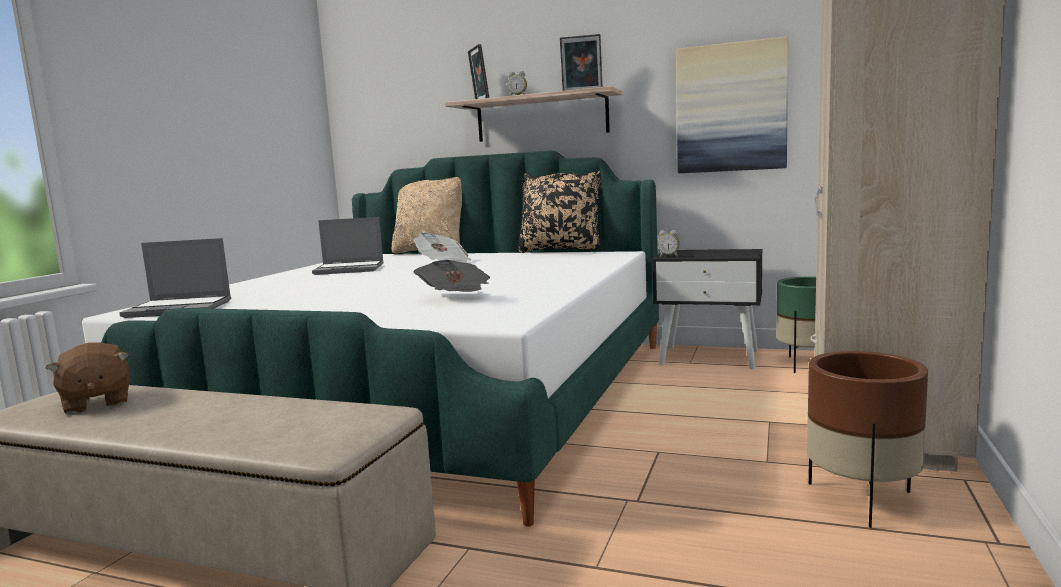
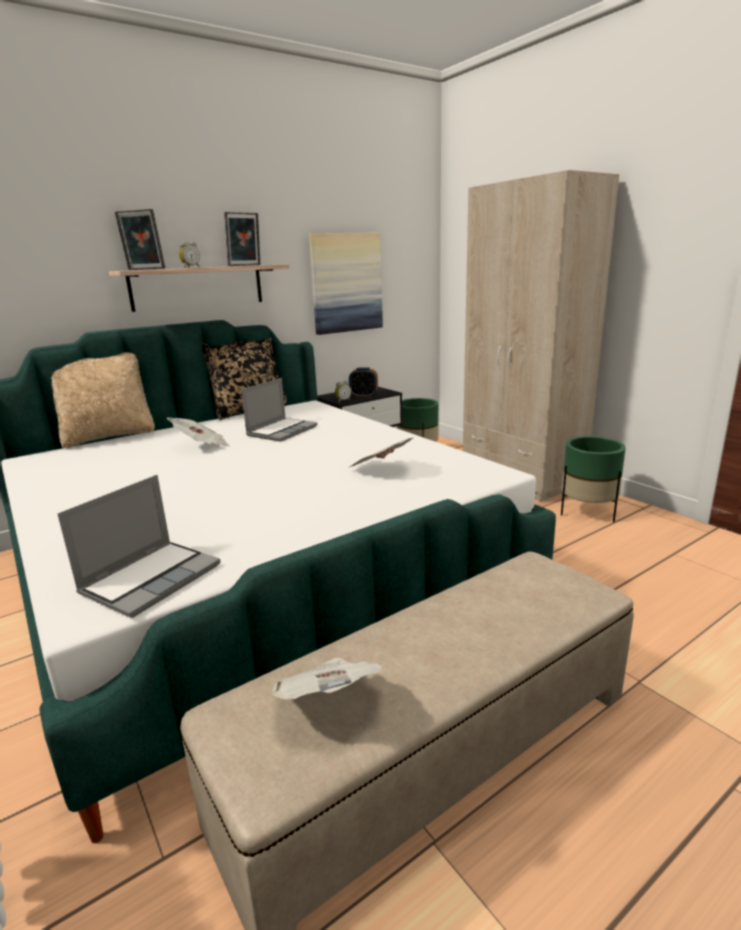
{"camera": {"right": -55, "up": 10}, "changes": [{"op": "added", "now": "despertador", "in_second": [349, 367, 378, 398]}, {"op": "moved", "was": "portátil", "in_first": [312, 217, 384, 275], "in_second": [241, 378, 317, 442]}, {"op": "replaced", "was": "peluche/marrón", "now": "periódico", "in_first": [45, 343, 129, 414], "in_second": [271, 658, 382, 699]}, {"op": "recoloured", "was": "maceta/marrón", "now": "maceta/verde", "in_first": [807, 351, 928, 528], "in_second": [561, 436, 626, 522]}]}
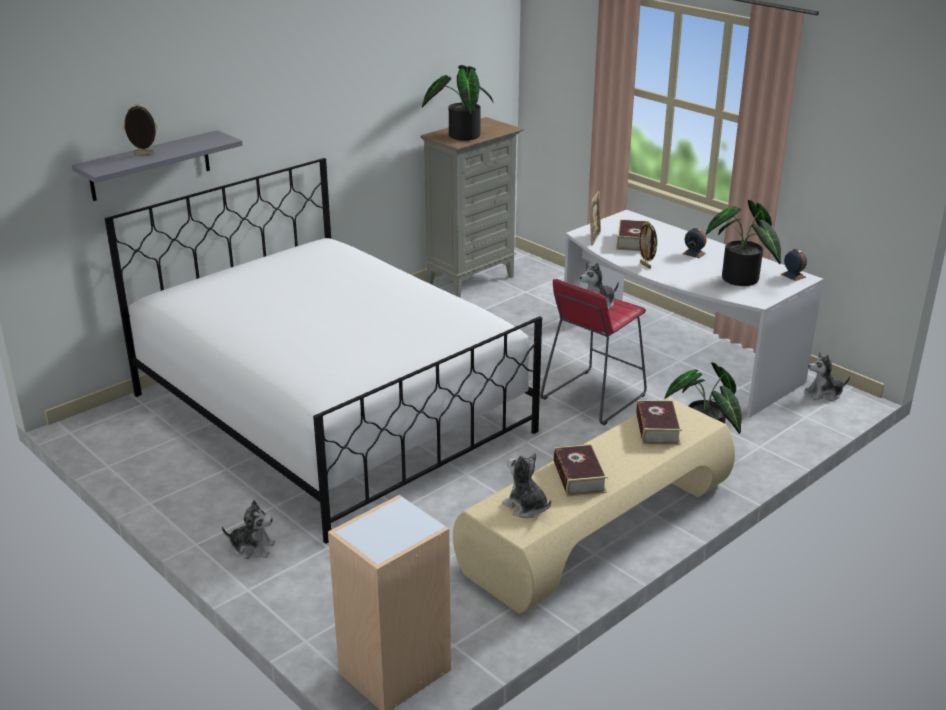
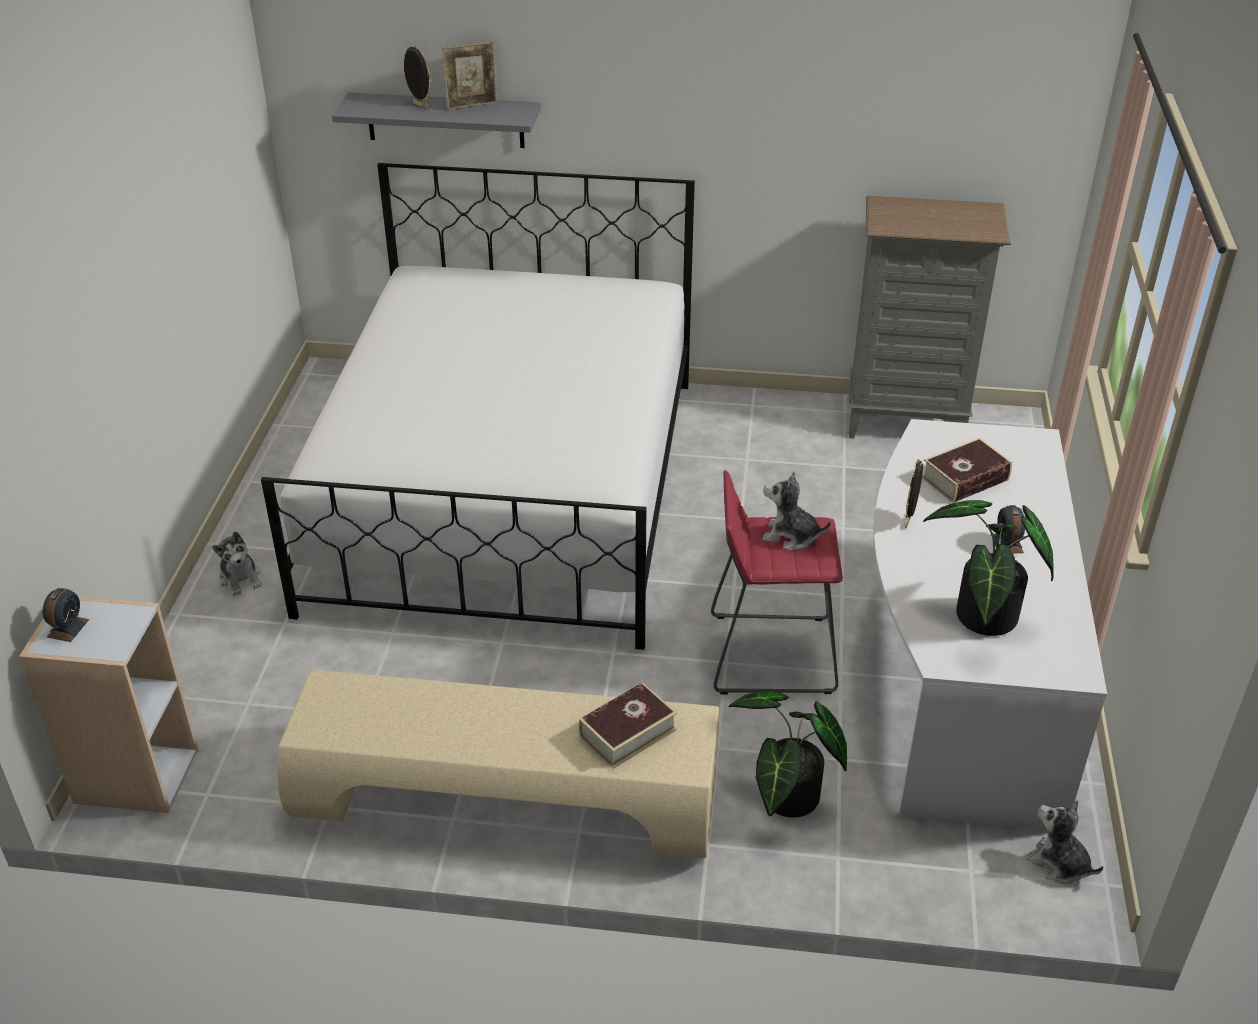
{"camera": {"right": 50, "up": 10}, "changes": [{"op": "removed", "was": "planta en maceta", "in_first": [422, 65, 494, 140]}, {"op": "removed", "was": "peluche", "in_first": [502, 453, 551, 518]}, {"op": "removed", "was": "libro", "in_first": [554, 444, 608, 496]}, {"op": "moved", "was": "portarretratos", "in_first": [590, 191, 601, 245], "in_second": [442, 41, 498, 110]}, {"op": "moved", "was": "despertador", "in_first": [781, 249, 807, 281], "in_second": [43, 588, 89, 642]}]}
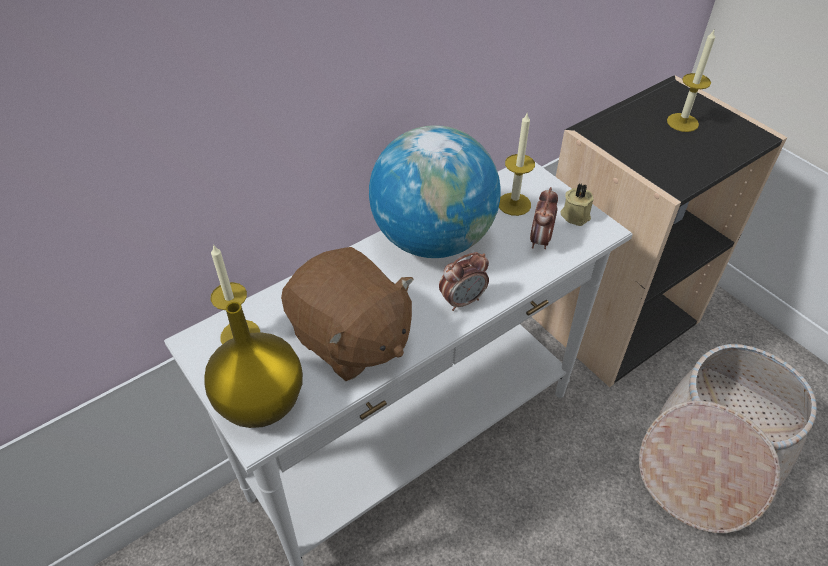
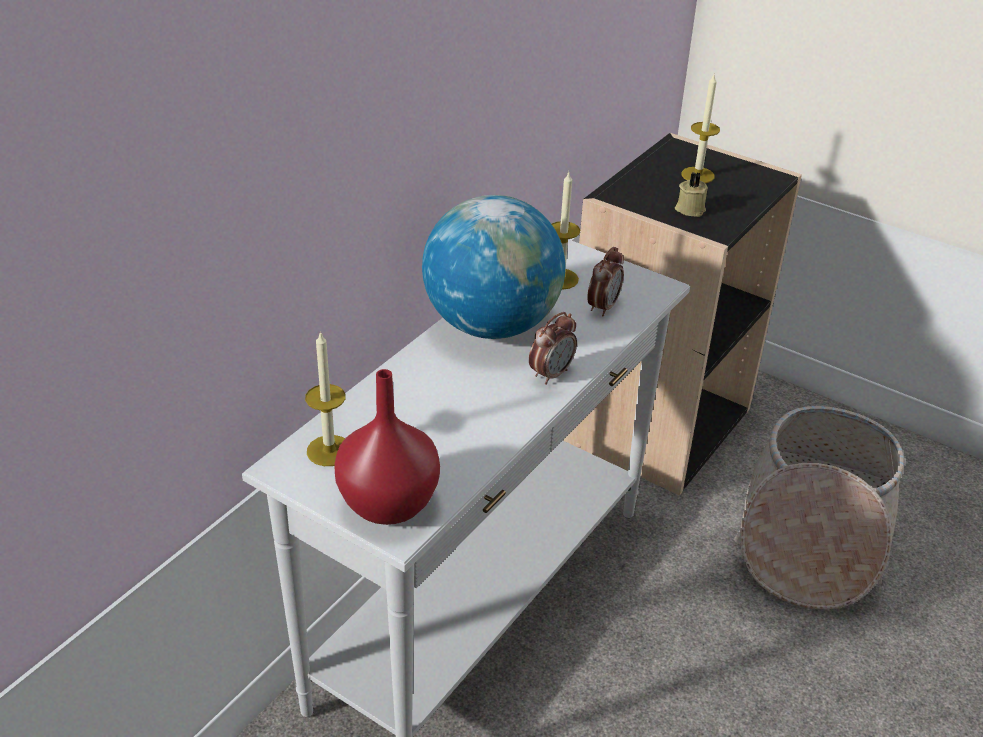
{"camera": {"right": -20, "up": -10}, "changes": [{"op": "removed", "was": "peluche/marrón", "in_first": [281, 247, 413, 381]}, {"op": "moved", "was": "vela/beis", "in_first": [560, 183, 593, 226], "in_second": [675, 172, 708, 217]}, {"op": "recoloured", "was": "florero/amarillo", "now": "florero/rojo", "in_first": [204, 302, 303, 428], "in_second": [334, 369, 440, 525]}, {"op": "turned", "was": "despertador", "in_first": [530, 187, 558, 249], "in_second": [587, 247, 624, 317], "clockwise": -150}]}
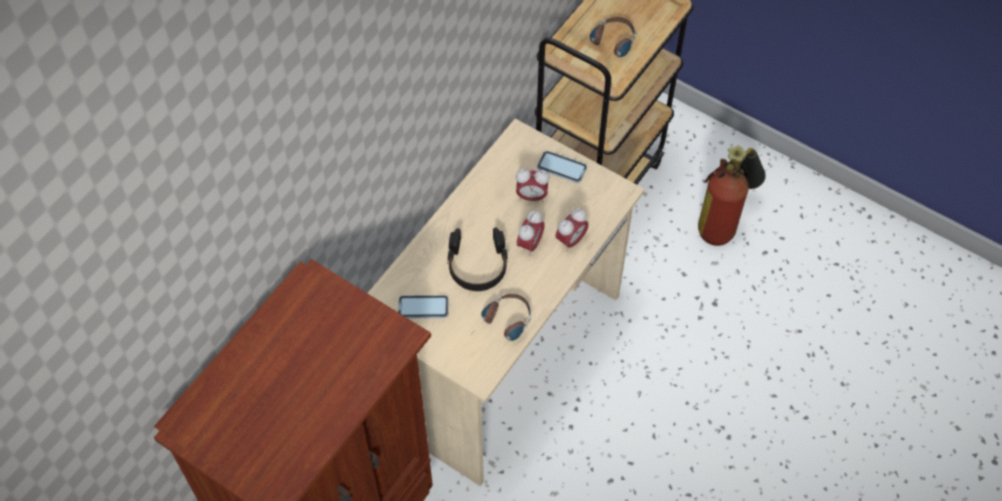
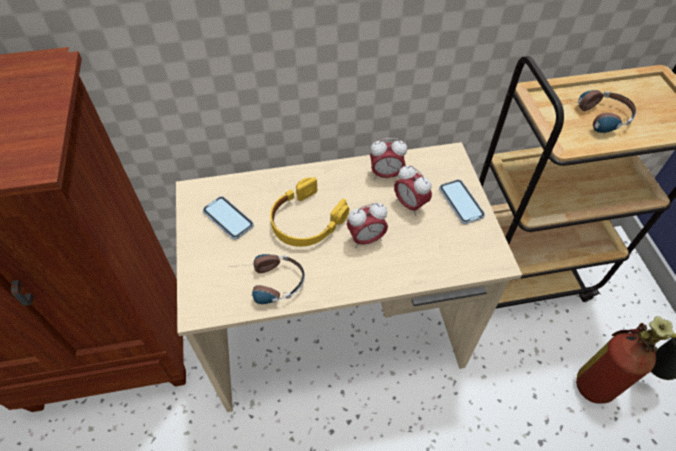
{"camera": {"right": 45, "up": -5}, "changes": [{"op": "moved", "was": "despertador", "in_first": [555, 208, 589, 252], "in_second": [370, 138, 407, 180]}, {"op": "recoloured", "was": "auriculares/negro", "now": "auriculares/amarillo", "in_first": [447, 227, 507, 291], "in_second": [270, 177, 349, 247]}]}
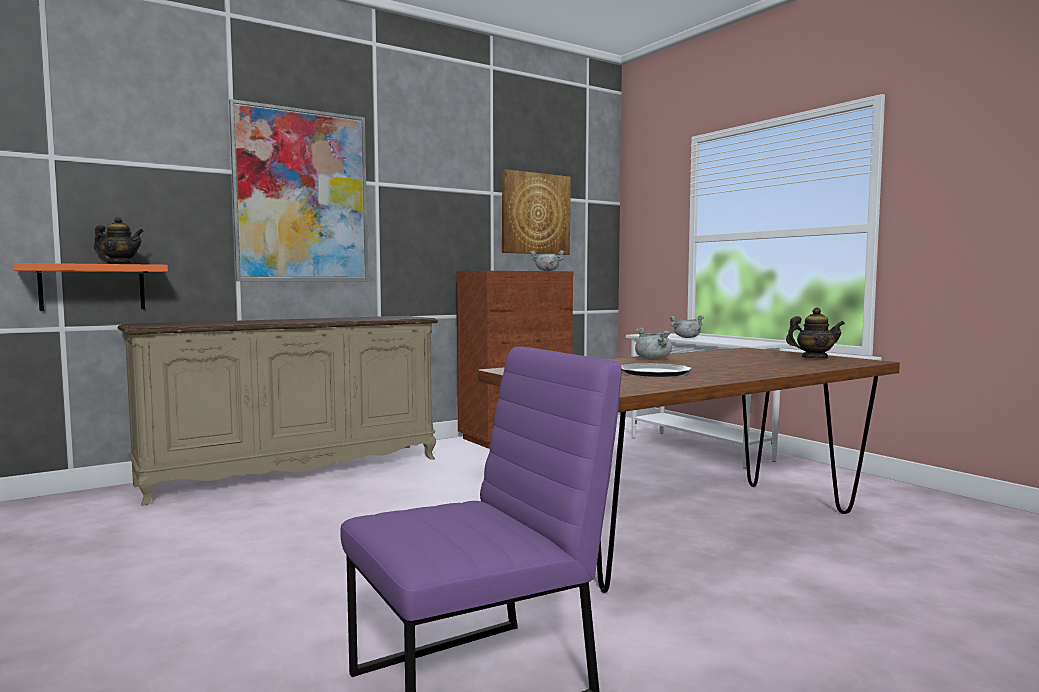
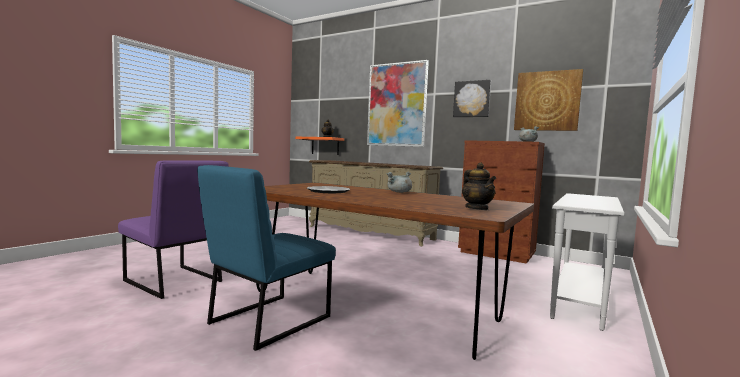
{"camera": {"right": 65, "up": 0}, "changes": [{"op": "removed", "was": "olla/gris", "in_first": [669, 315, 704, 338]}, {"op": "added", "now": "silla/azul", "in_second": [197, 165, 336, 351]}, {"op": "added", "now": "cuadro", "in_second": [453, 80, 491, 117]}]}
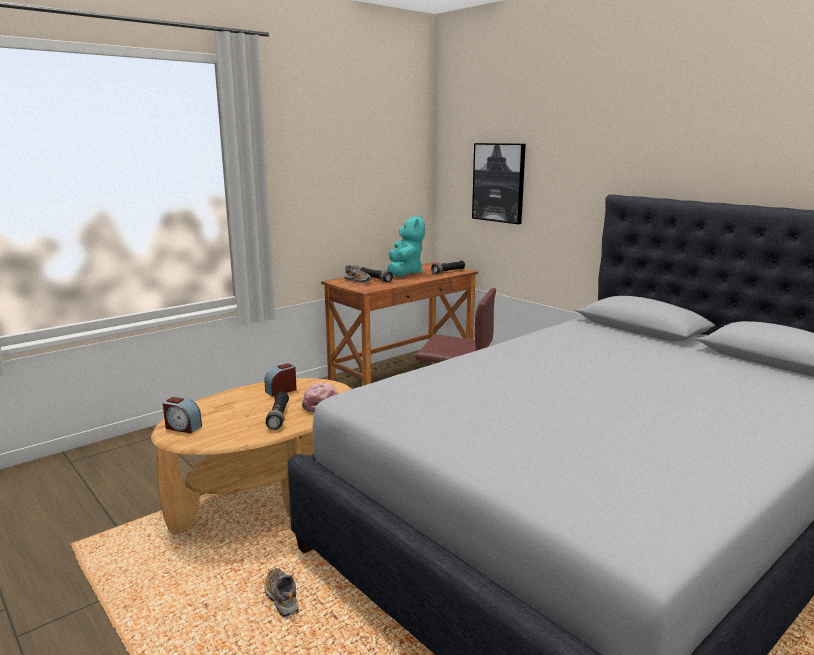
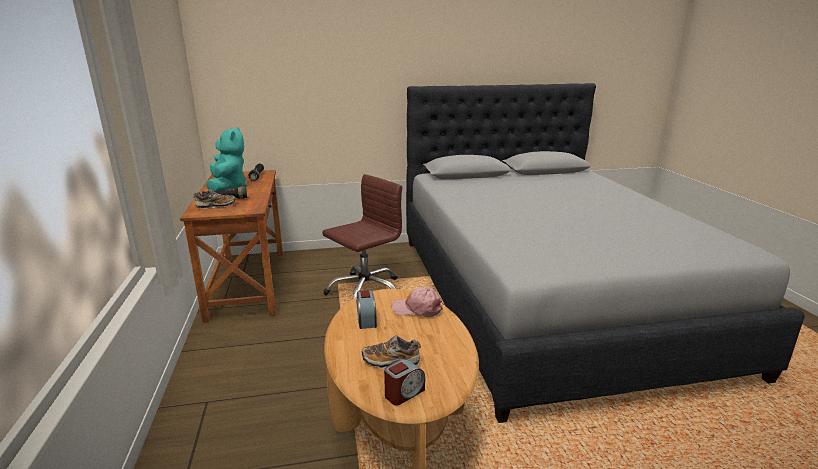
{"camera": {"right": -60, "up": 5}, "changes": [{"op": "removed", "was": "linterna/negro", "in_first": [266, 392, 289, 430]}, {"op": "removed", "was": "cuadro", "in_first": [472, 143, 526, 224]}, {"op": "moved", "was": "zapato", "in_first": [264, 568, 299, 618], "in_second": [362, 335, 421, 369]}, {"op": "turned", "was": "peluche/turquesa", "in_first": [387, 215, 425, 277], "in_second": [206, 127, 247, 191], "clockwise": 45}]}
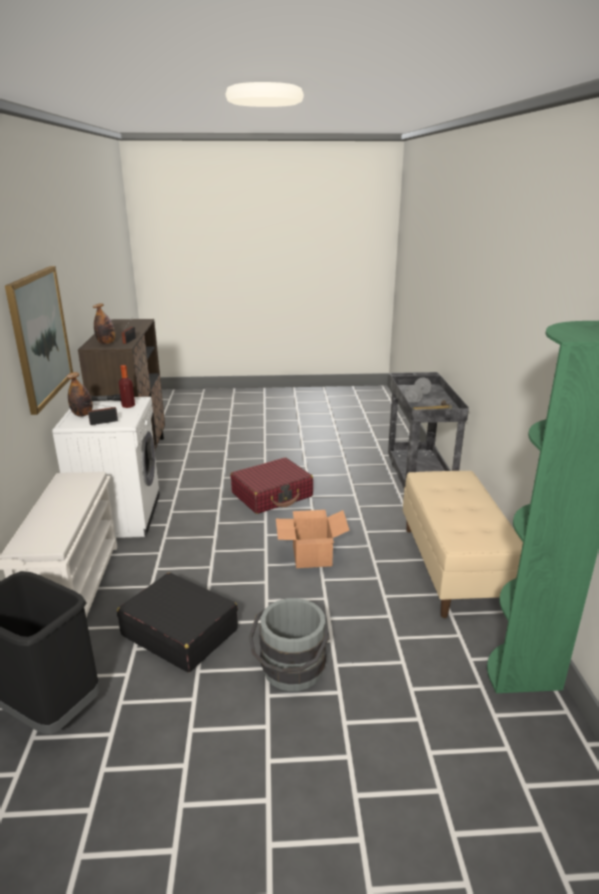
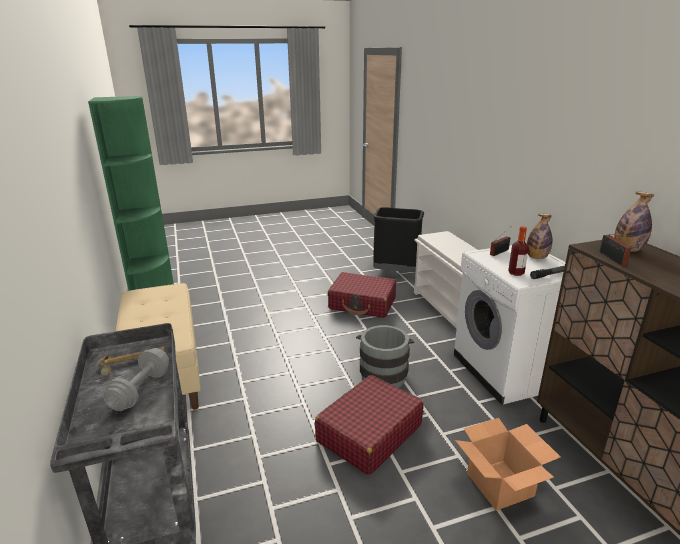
{"camera": {"right": 165, "up": 0}, "changes": [{"op": "removed", "was": "cuadro", "in_first": [5, 266, 73, 415]}, {"op": "moved", "was": "cubo/gris", "in_first": [249, 598, 329, 691], "in_second": [356, 325, 414, 388]}, {"op": "moved", "was": "caja de cartón", "in_first": [276, 510, 350, 568], "in_second": [455, 418, 560, 511]}, {"op": "recoloured", "was": "maleta/negro", "now": "maleta/rojo", "in_first": [117, 573, 238, 672], "in_second": [328, 272, 396, 318]}]}
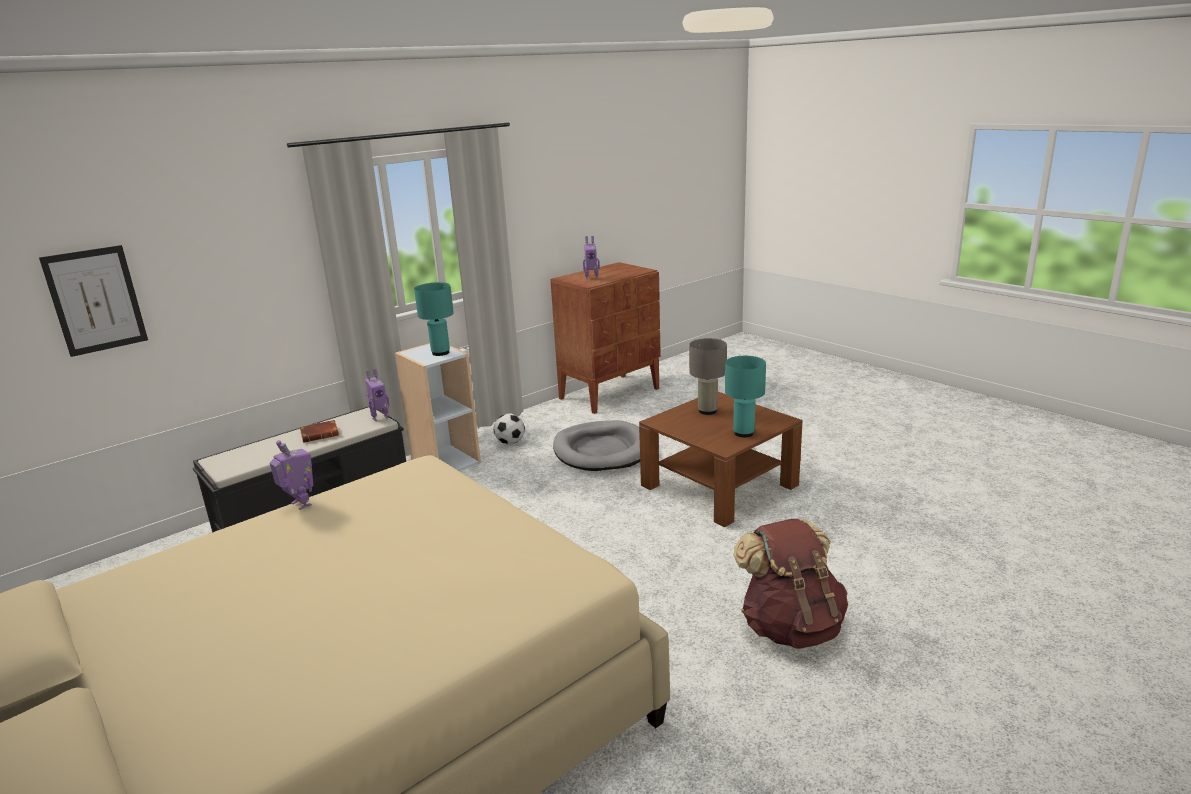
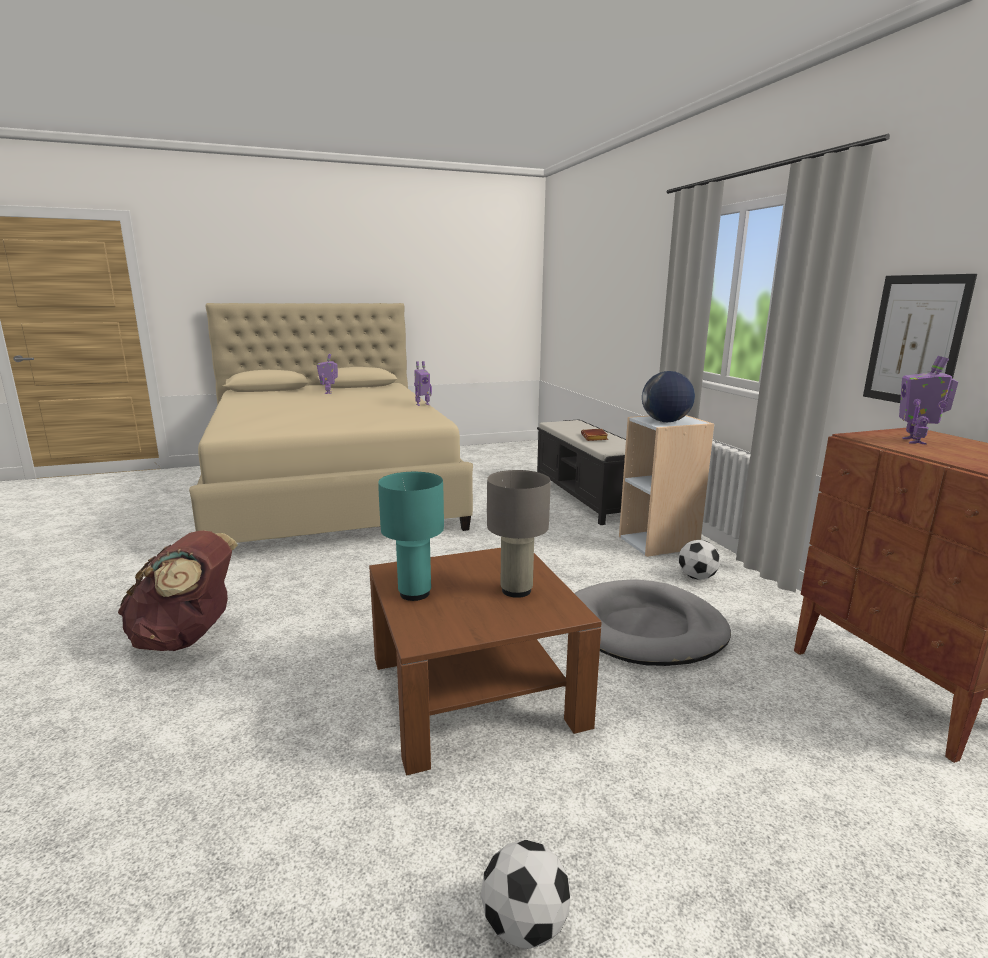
{"camera": {"right": 110, "up": -5}, "changes": [{"op": "added", "now": "balón de fútbol", "in_second": [481, 840, 570, 949]}, {"op": "moved", "was": "cuadro", "in_first": [39, 245, 148, 357], "in_second": [863, 274, 977, 403]}, {"op": "moved", "was": "robot de juguete", "in_first": [365, 369, 390, 421], "in_second": [317, 354, 338, 394]}, {"op": "replaced", "was": "lámpara de mesa/turquesa", "now": "globo terráqueo", "in_first": [414, 282, 454, 356], "in_second": [642, 371, 695, 423]}]}
